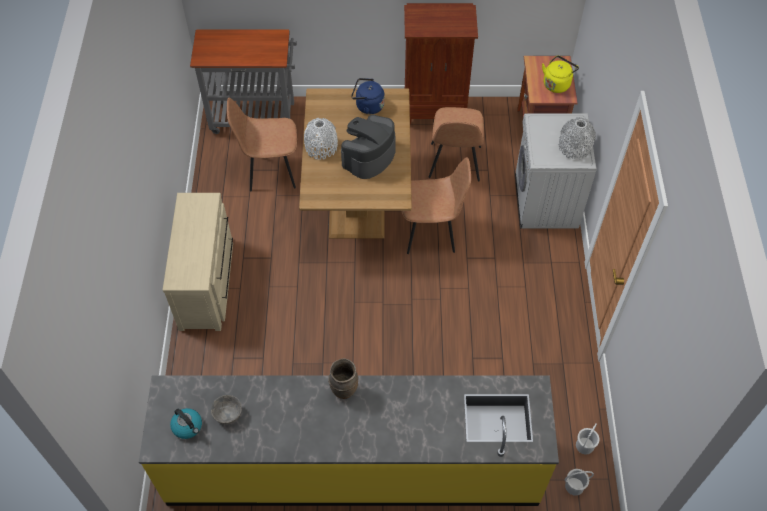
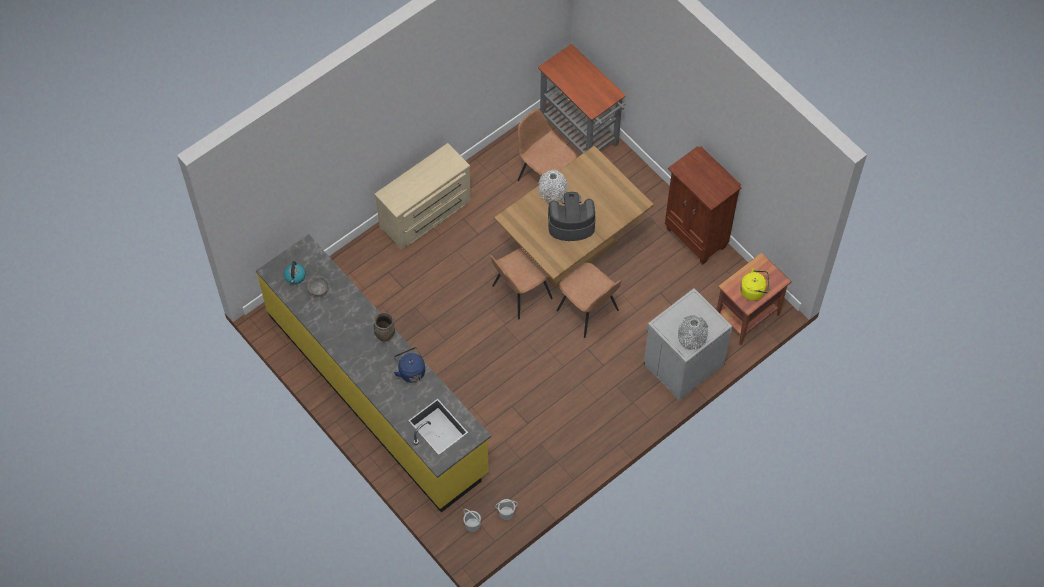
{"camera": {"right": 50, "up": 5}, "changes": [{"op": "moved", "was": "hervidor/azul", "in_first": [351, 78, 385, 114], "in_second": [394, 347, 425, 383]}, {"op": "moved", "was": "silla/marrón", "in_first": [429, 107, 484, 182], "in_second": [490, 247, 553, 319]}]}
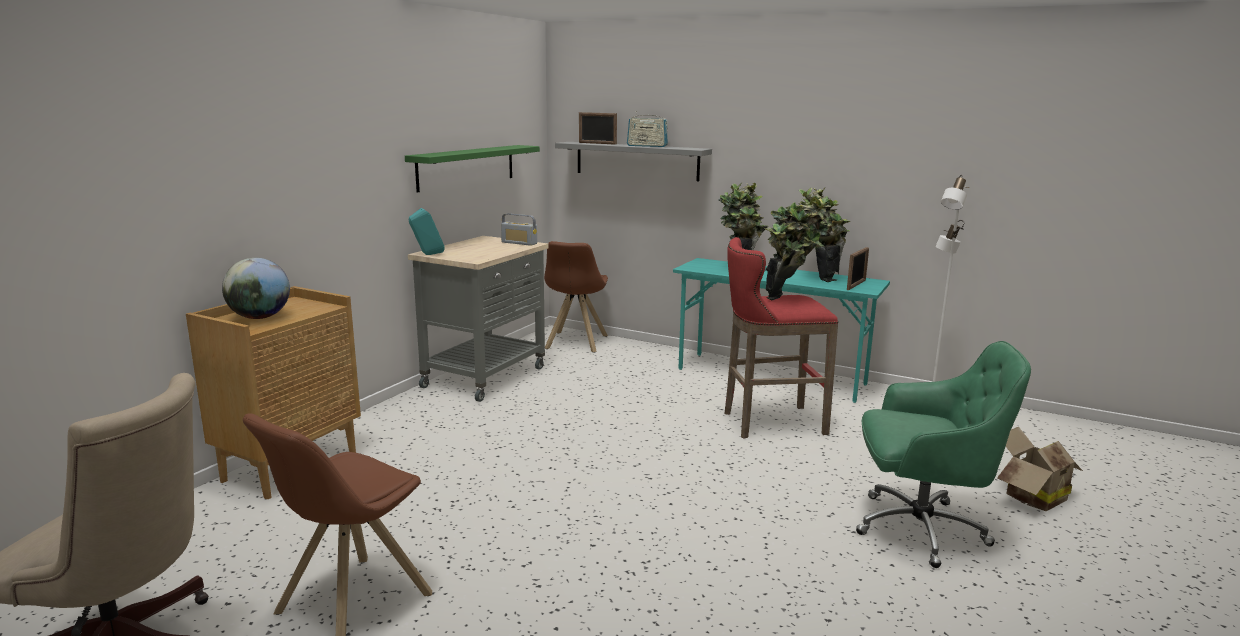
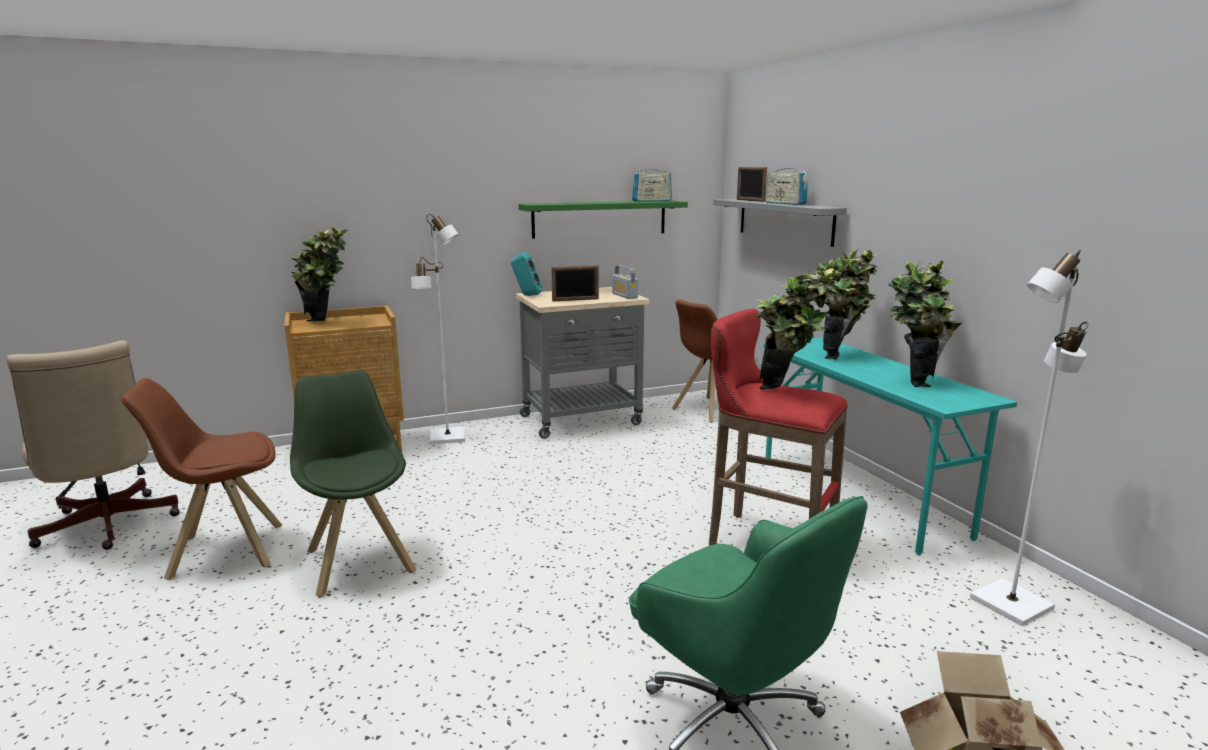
{"camera": {"right": 40, "up": 0}, "changes": [{"op": "added", "now": "silla/verde", "in_second": [290, 370, 417, 597]}, {"op": "added", "now": "lámpara de pie/blanco", "in_second": [411, 214, 465, 444]}, {"op": "added", "now": "radio", "in_second": [632, 166, 672, 202]}, {"op": "moved", "was": "portarretratos", "in_first": [847, 247, 869, 290], "in_second": [551, 265, 599, 301]}, {"op": "replaced", "was": "globo terráqueo", "now": "planta en maceta", "in_first": [222, 258, 290, 319], "in_second": [290, 228, 347, 322]}]}
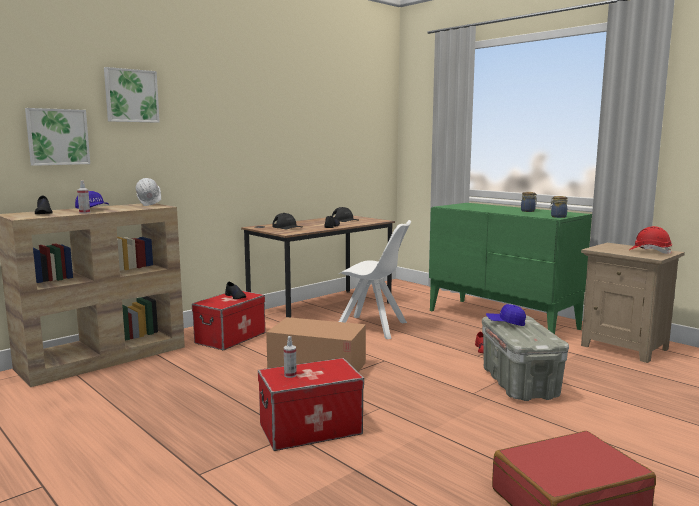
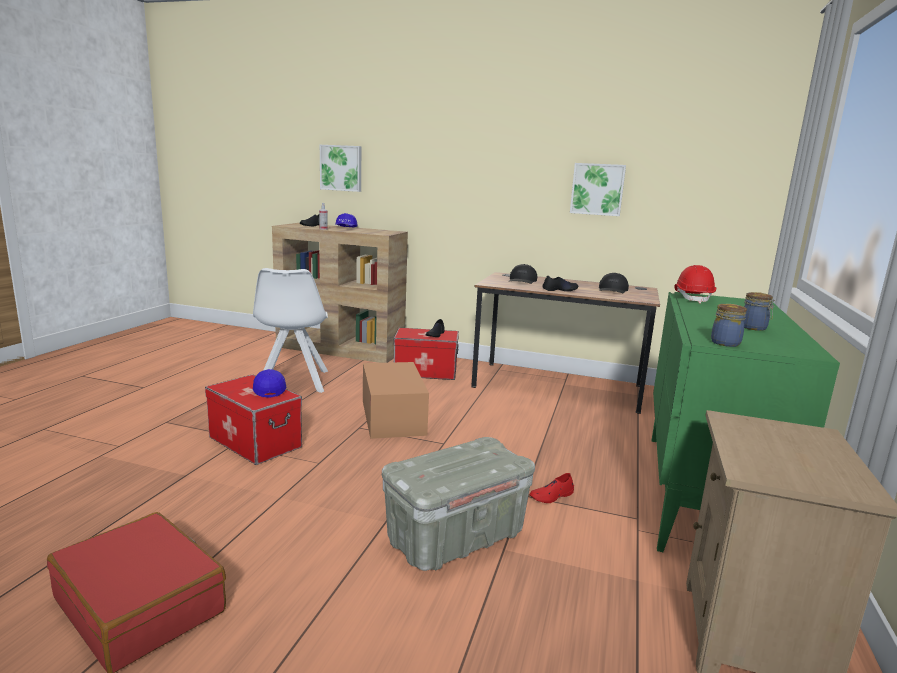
{"camera": {"right": 60, "up": 5}, "changes": [{"op": "removed", "was": "casco/blanco", "in_first": [136, 178, 161, 206]}, {"op": "removed", "was": "pulverizador", "in_first": [284, 336, 297, 378]}, {"op": "moved", "was": "cuadro", "in_first": [104, 67, 160, 123], "in_second": [570, 163, 626, 216]}, {"op": "moved", "was": "silla/blanco", "in_first": [339, 220, 411, 339], "in_second": [253, 268, 328, 393]}, {"op": "moved", "was": "gorra/azul", "in_first": [486, 304, 526, 326], "in_second": [253, 369, 287, 398]}, {"op": "moved", "was": "casco/rojo", "in_first": [629, 226, 672, 254], "in_second": [674, 265, 716, 303]}]}
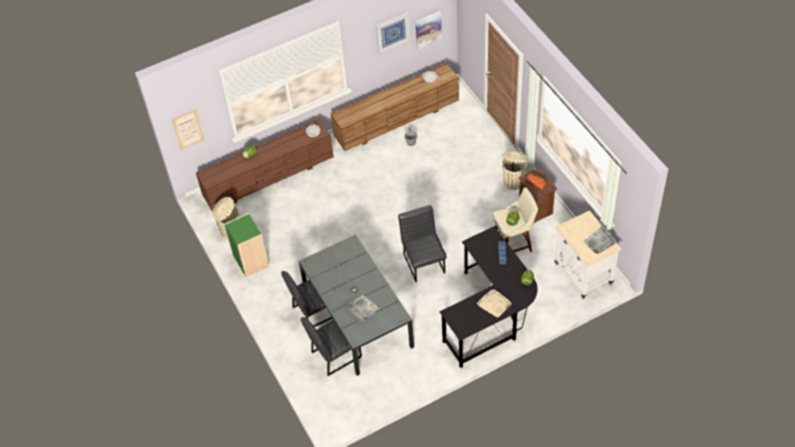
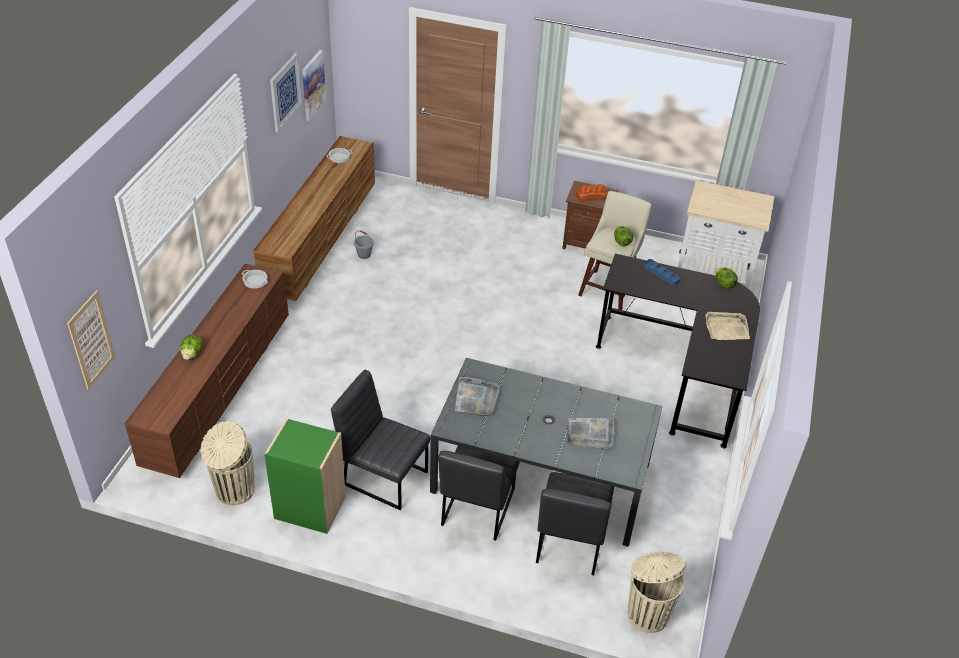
{"camera": {"right": -50, "up": -10}, "changes": [{"op": "moved", "was": "silla/gris", "in_first": [398, 205, 447, 282], "in_second": [331, 370, 430, 510]}, {"op": "moved", "was": "papelera/beis", "in_first": [502, 151, 528, 190], "in_second": [627, 552, 686, 633]}, {"op": "moved", "was": "bandeja/gris", "in_first": [584, 226, 616, 254], "in_second": [455, 377, 500, 416]}]}
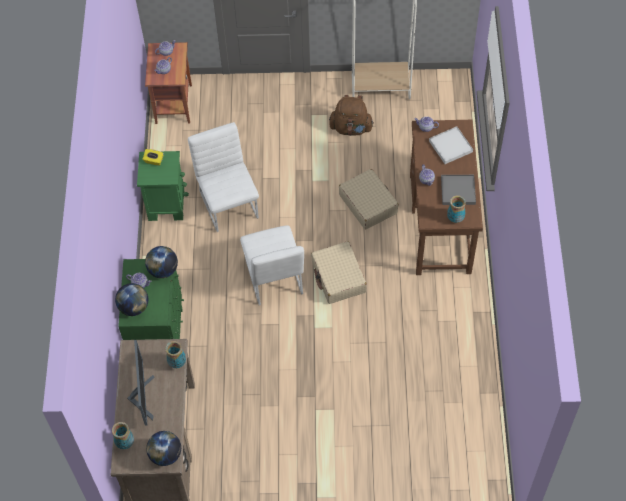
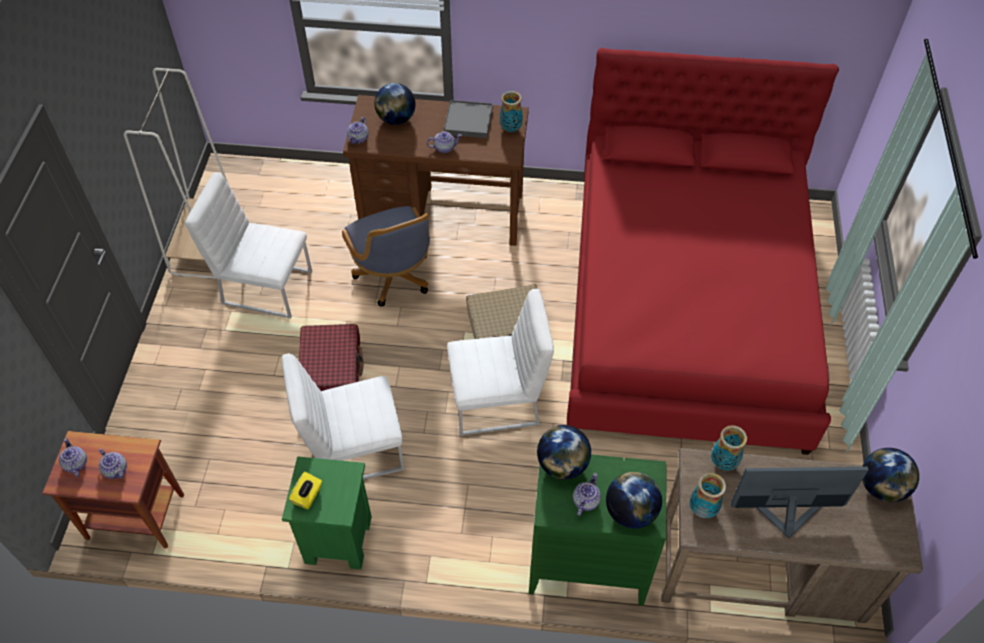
{"camera": {"right": -85, "up": -5}, "changes": [{"op": "added", "now": "maleta/rojo", "in_second": [299, 324, 363, 391]}, {"op": "added", "now": "cama/rojo", "in_second": [567, 48, 839, 455]}, {"op": "moved", "was": "florero", "in_first": [112, 422, 134, 449], "in_second": [689, 473, 726, 518]}, {"op": "replaced", "was": "mochila/marrón", "now": "silla/blanco", "in_first": [329, 95, 374, 136], "in_second": [185, 172, 312, 318]}, {"op": "replaced", "was": "maleta/beis", "now": "silla de oficina/azul", "in_first": [339, 169, 399, 230], "in_second": [342, 206, 430, 307]}, {"op": "replaced", "was": "bandeja/blanco", "now": "globo terráqueo", "in_first": [429, 126, 473, 164], "in_second": [374, 83, 416, 125]}]}
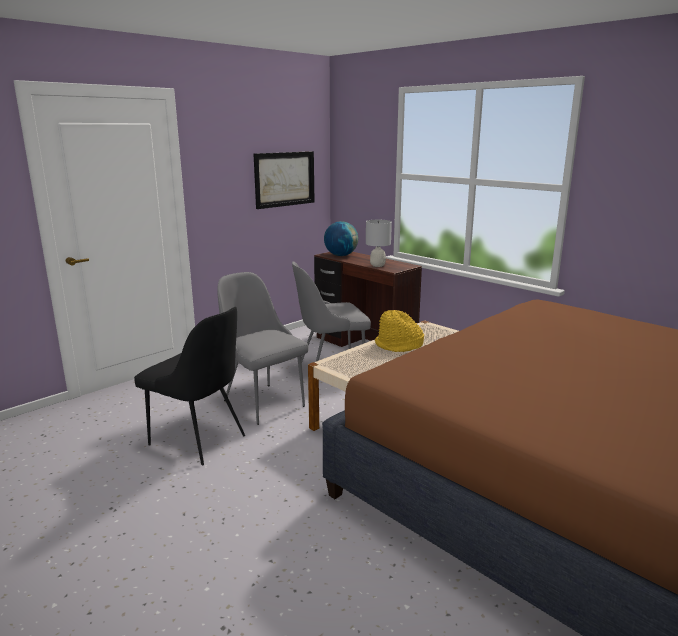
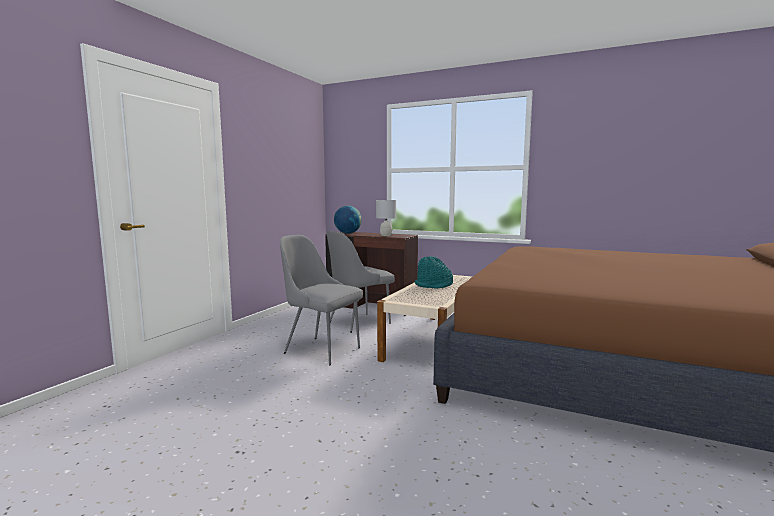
{"camera": {"right": -20, "up": -10}, "changes": [{"op": "removed", "was": "silla/negro", "in_first": [134, 307, 245, 465]}, {"op": "removed", "was": "cuadro", "in_first": [254, 151, 314, 209]}, {"op": "recoloured", "was": "sombrero/amarillo", "now": "sombrero/turquesa", "in_first": [375, 310, 424, 352], "in_second": [415, 256, 453, 288]}]}
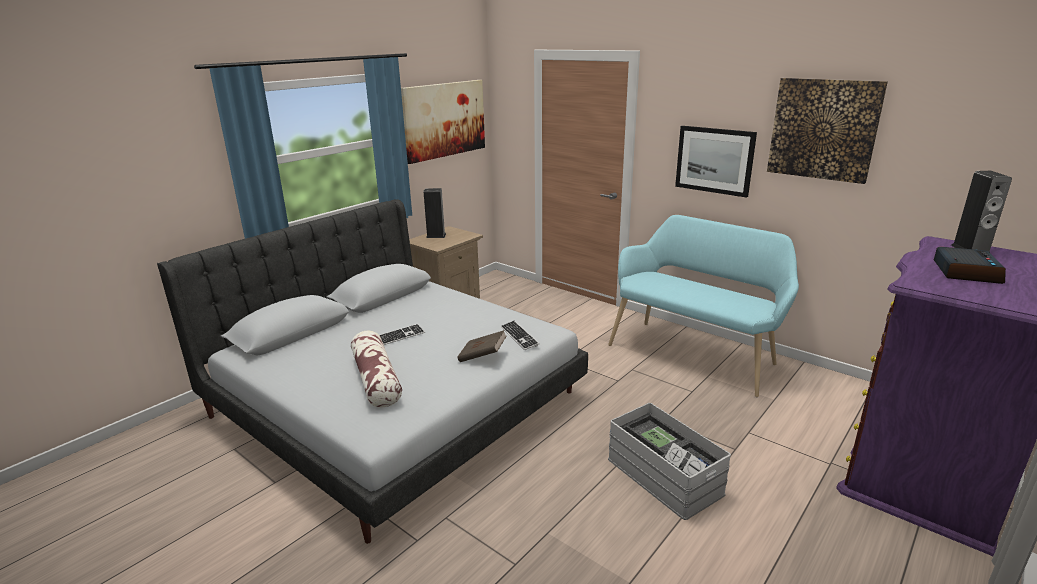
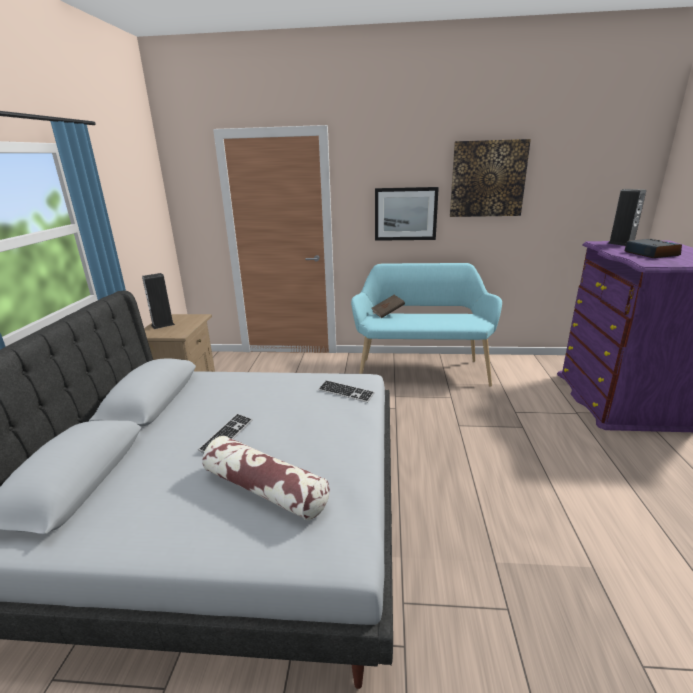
{"camera": {"right": -35, "up": 0}, "changes": [{"op": "removed", "was": "cuadro", "in_first": [401, 80, 485, 164]}, {"op": "removed", "was": "caja de almacenaje/gris", "in_first": [608, 403, 731, 520]}, {"op": "moved", "was": "libro/marrón", "in_first": [457, 330, 507, 362], "in_second": [372, 295, 405, 318]}]}
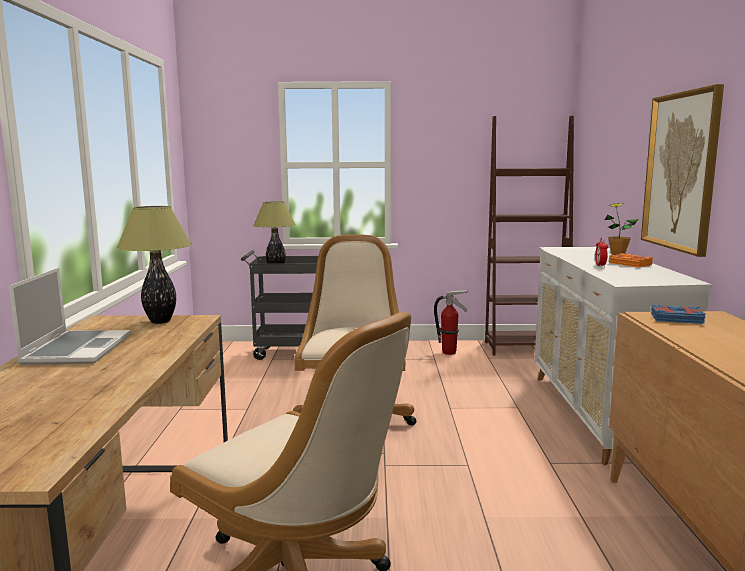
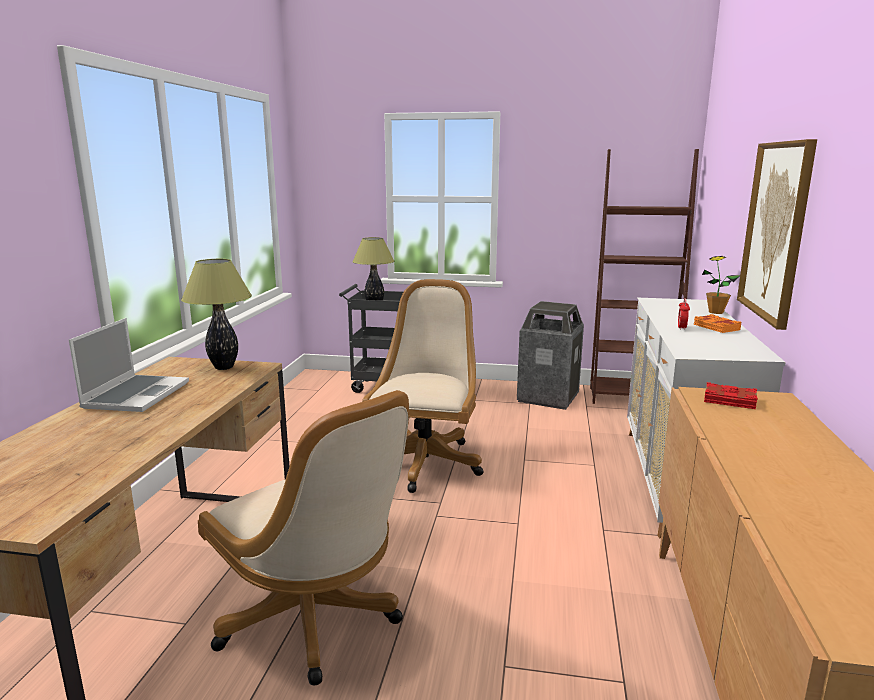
{"camera": {"right": 10, "up": 5}, "changes": [{"op": "replaced", "was": "extintor", "now": "papelera", "in_first": [434, 290, 469, 355], "in_second": [517, 301, 584, 410]}, {"op": "recoloured", "was": "libro/azul", "now": "libro/rojo", "in_first": [651, 305, 706, 324], "in_second": [704, 382, 758, 409]}]}
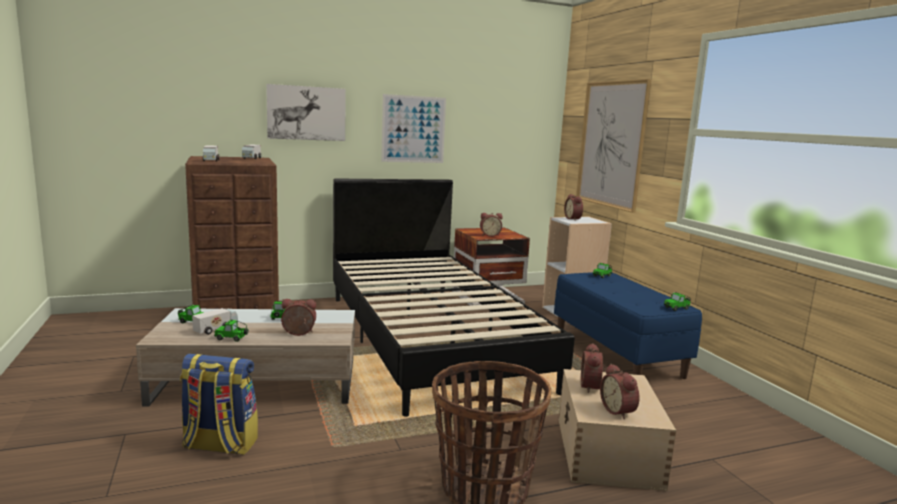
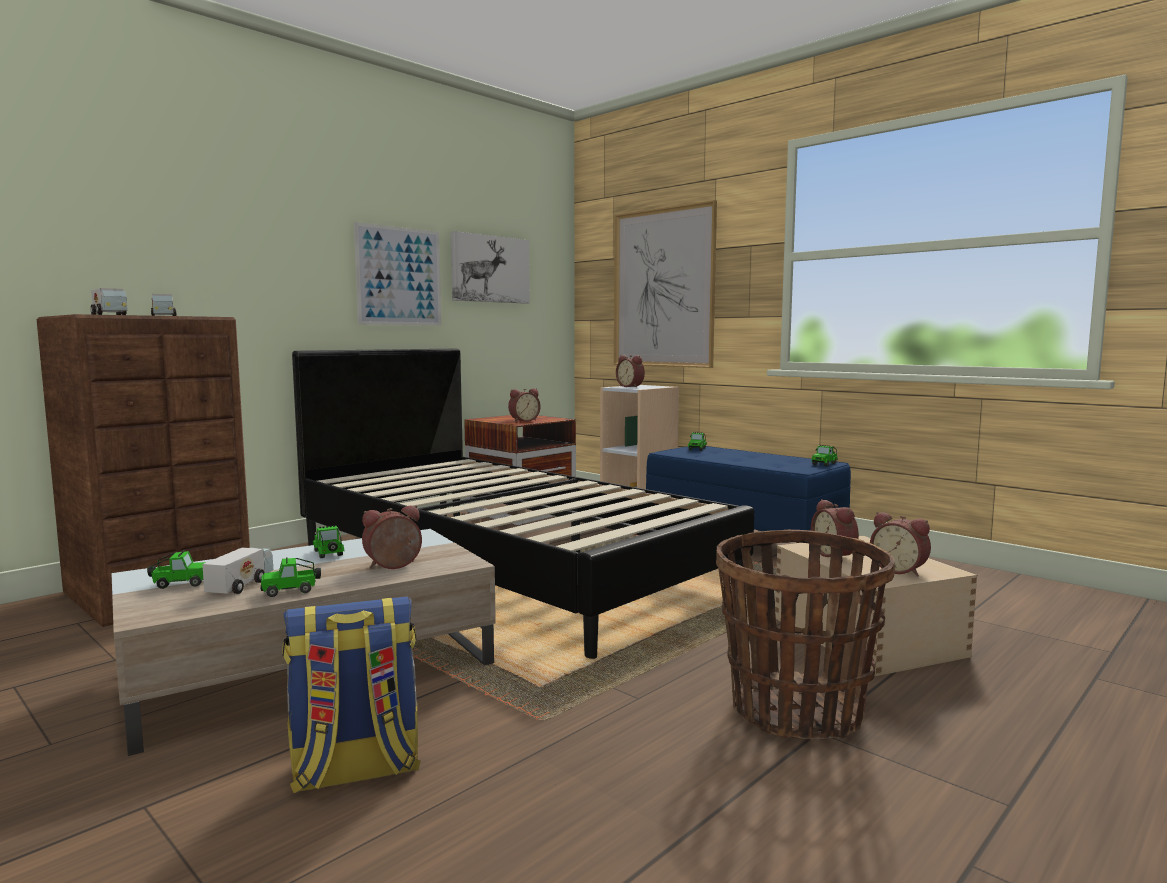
{"camera": {"right": -25, "up": -5}, "changes": [{"op": "moved", "was": "cuadro", "in_first": [266, 84, 346, 141], "in_second": [451, 231, 530, 304]}]}
